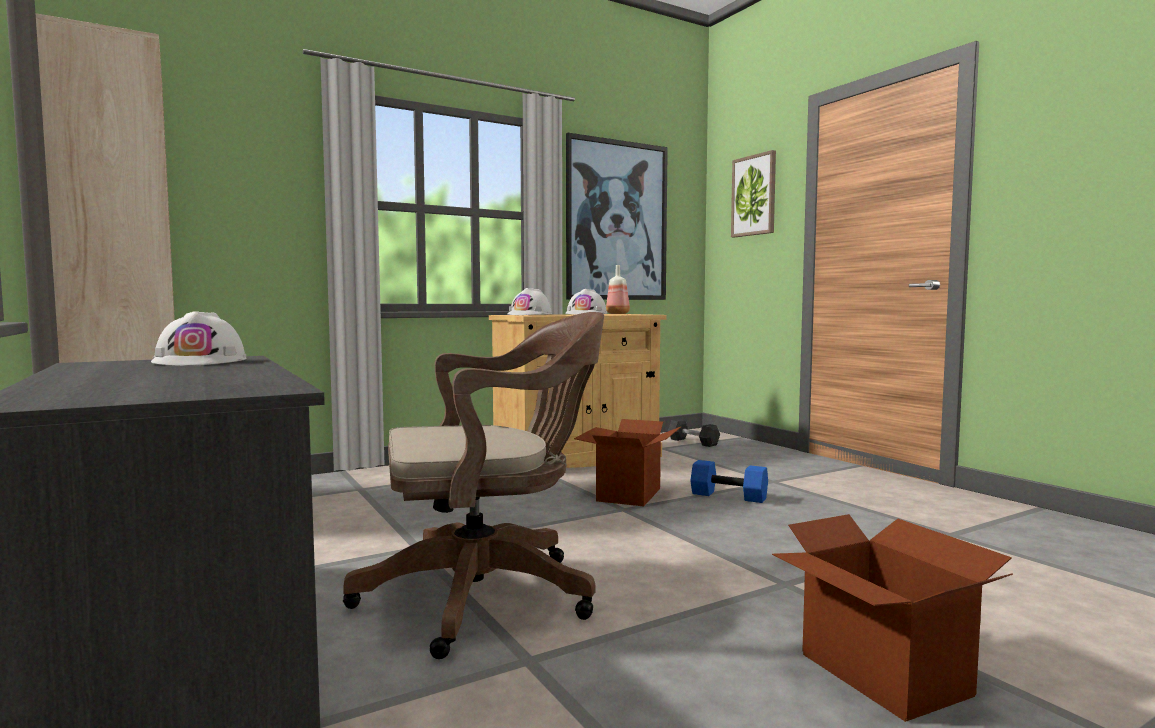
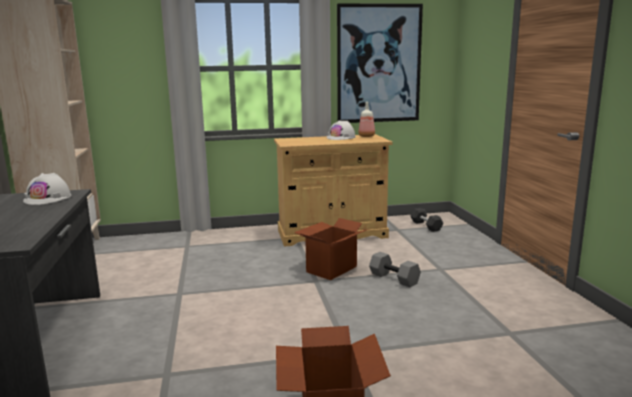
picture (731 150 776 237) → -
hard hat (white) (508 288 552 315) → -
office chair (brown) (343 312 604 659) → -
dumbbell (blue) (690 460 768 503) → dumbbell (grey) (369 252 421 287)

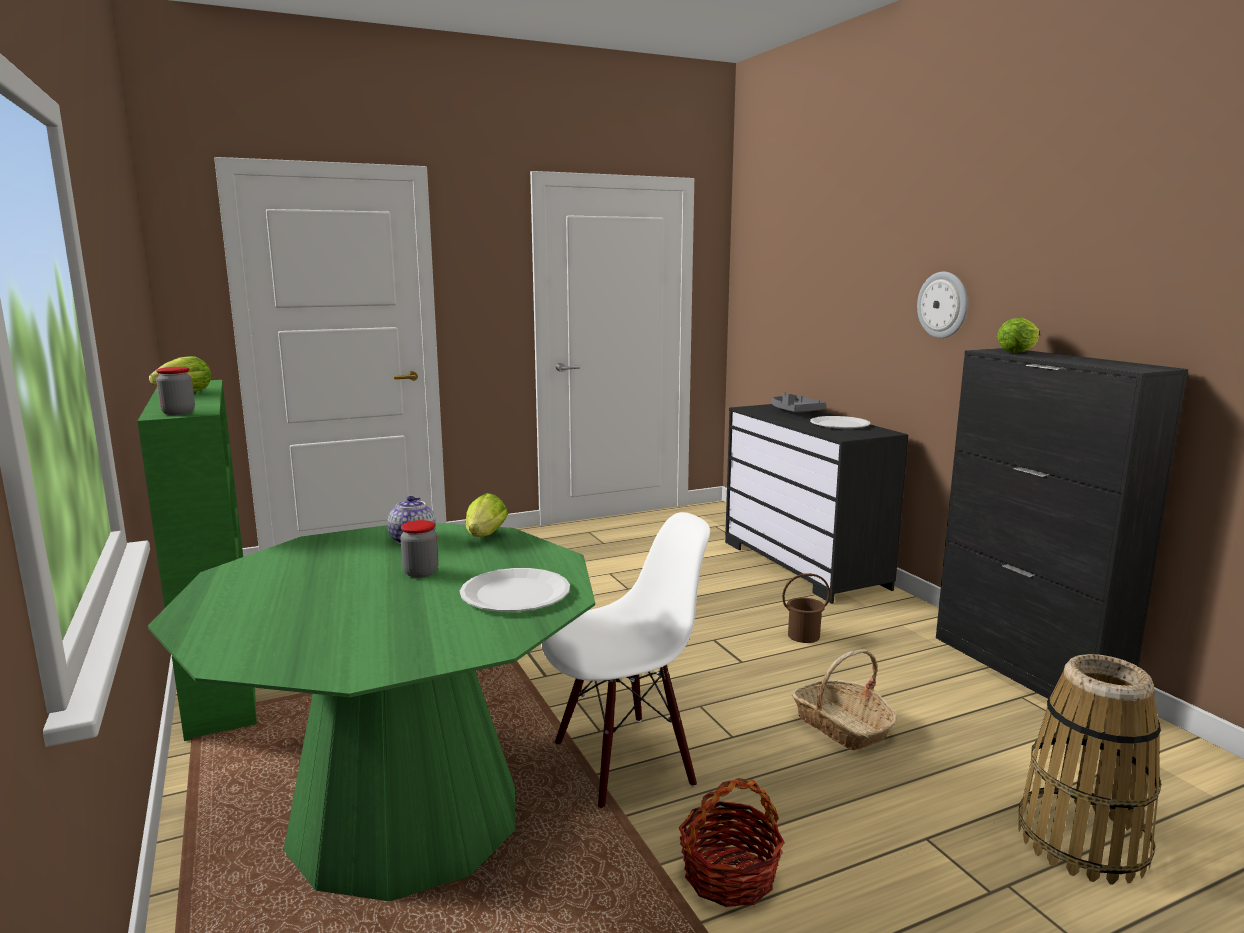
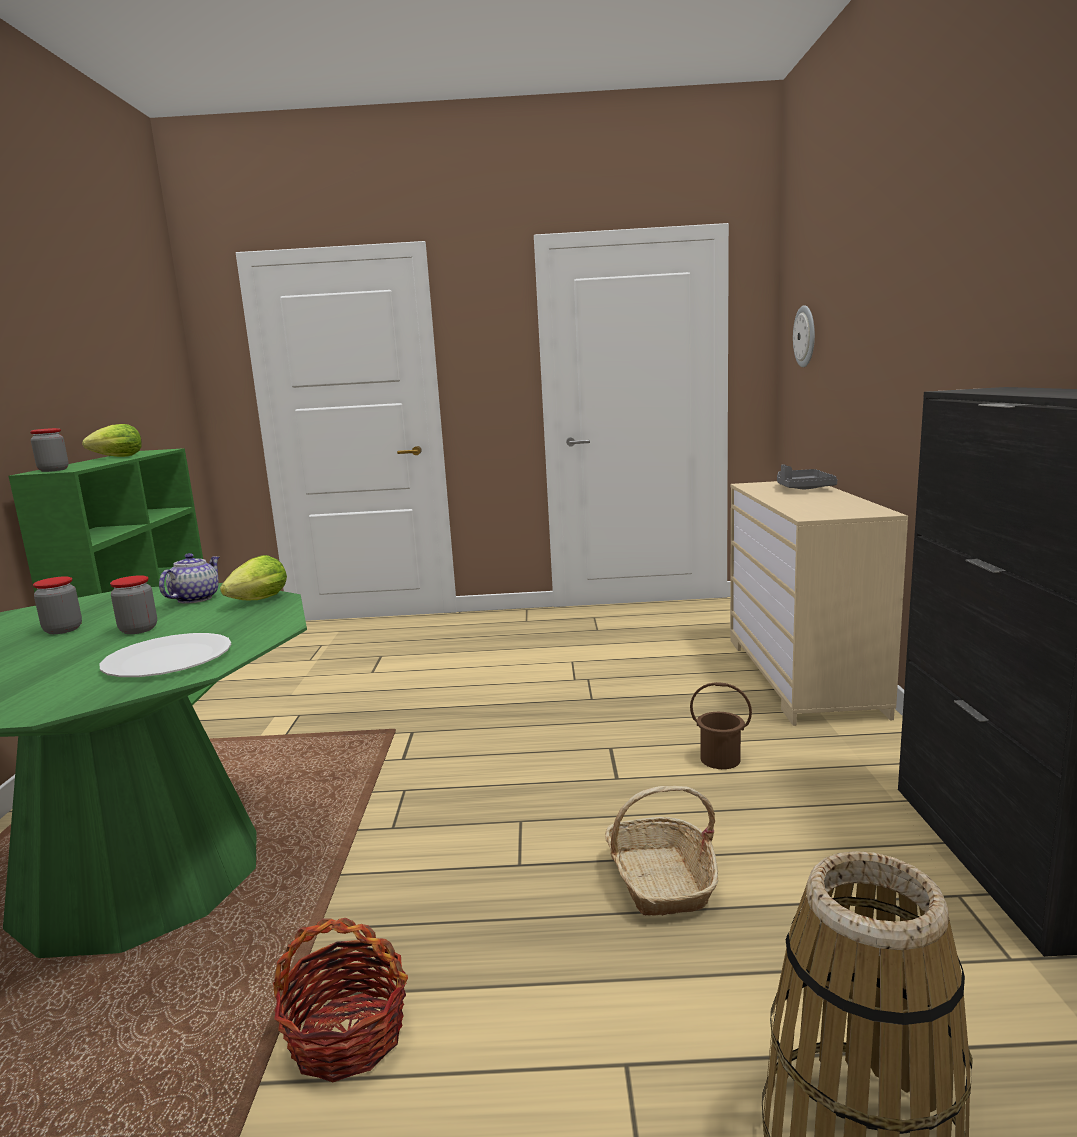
wall clock (917 272 967 338) → wall clock (793 305 815 367), move
lettuce (997 318 1039 353) → -
dresser (black) (725 404 908 604) → dresser (beige) (730 481 908 726)
plate (white) (810 416 870 429) → -
chair (white) (541 512 710 808) → -
- → jar (33 576 82 634)

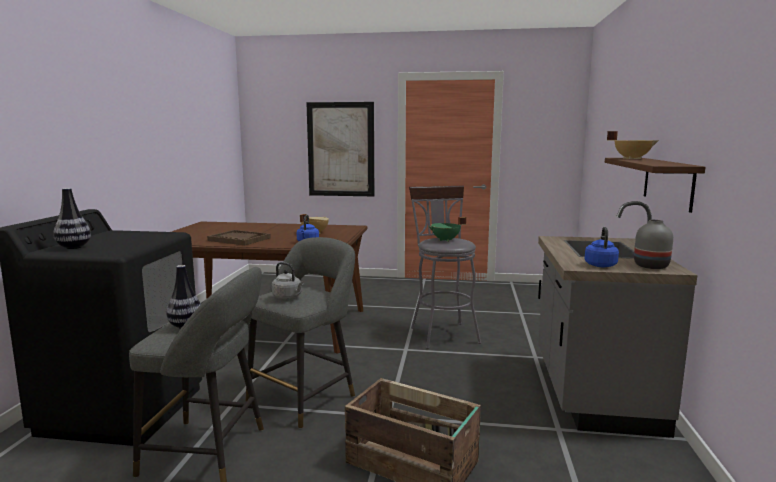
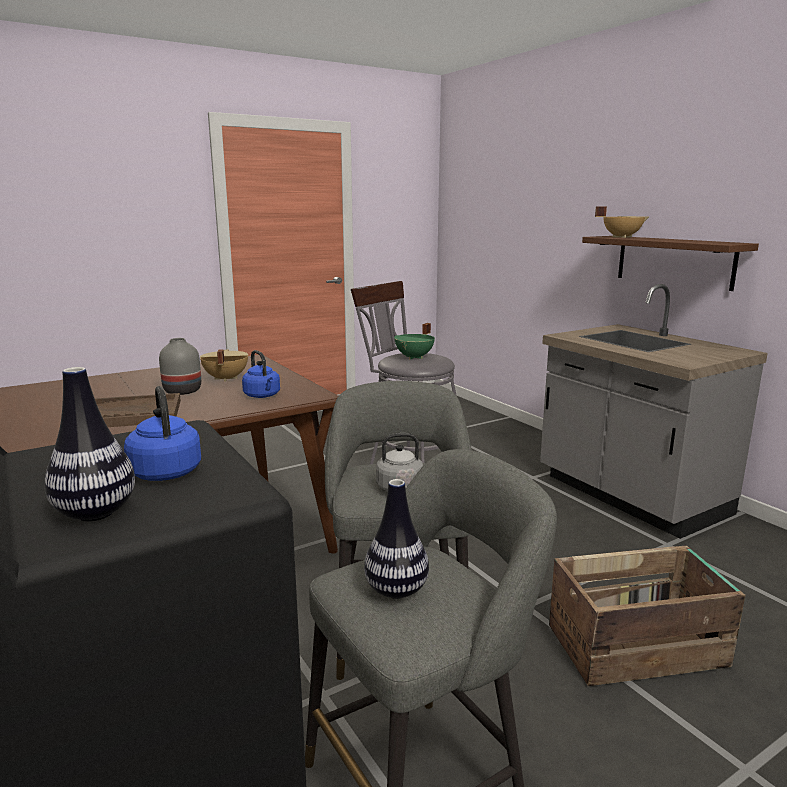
picture (306 102 374 196) → -
vase (grey) (634 220 673 269) → vase (grey) (159 338 201 395), move
kettle (blue) (585 227 619 267) → kettle (blue) (124 386 201 481), move

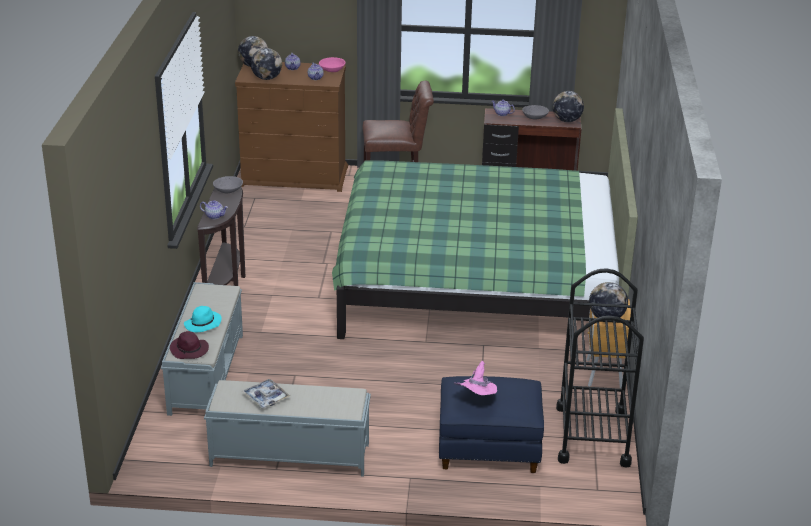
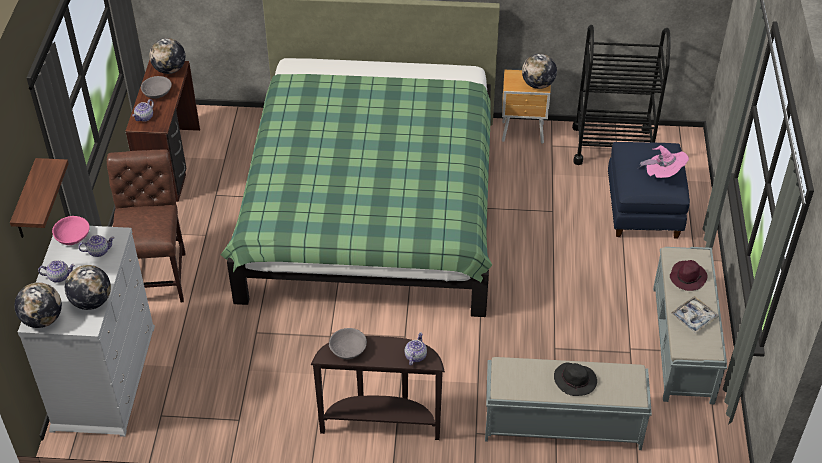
dresser (brown) (235 62 348 192) → dresser (white) (18 226 155 437)
hat (turquoise) (184 306 222 332) → hat (black) (554 362 597 396)
hat (purple) (170 331 209 359) → hat (purple) (670 260 708 291), move
- → shelf (10 158 69 238)

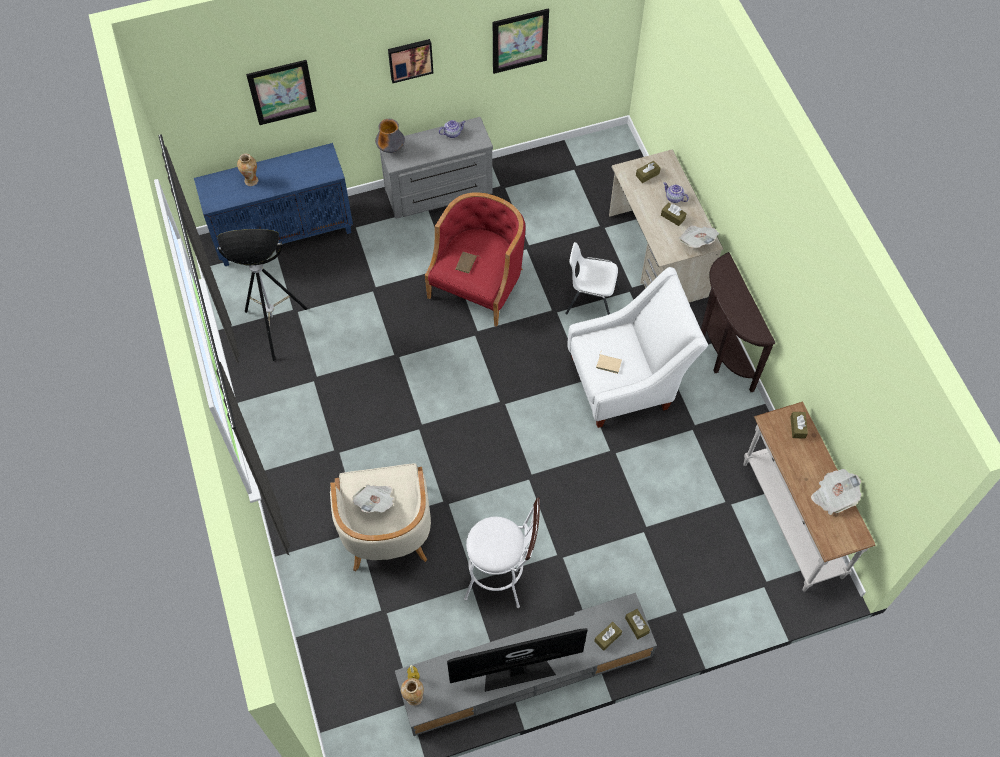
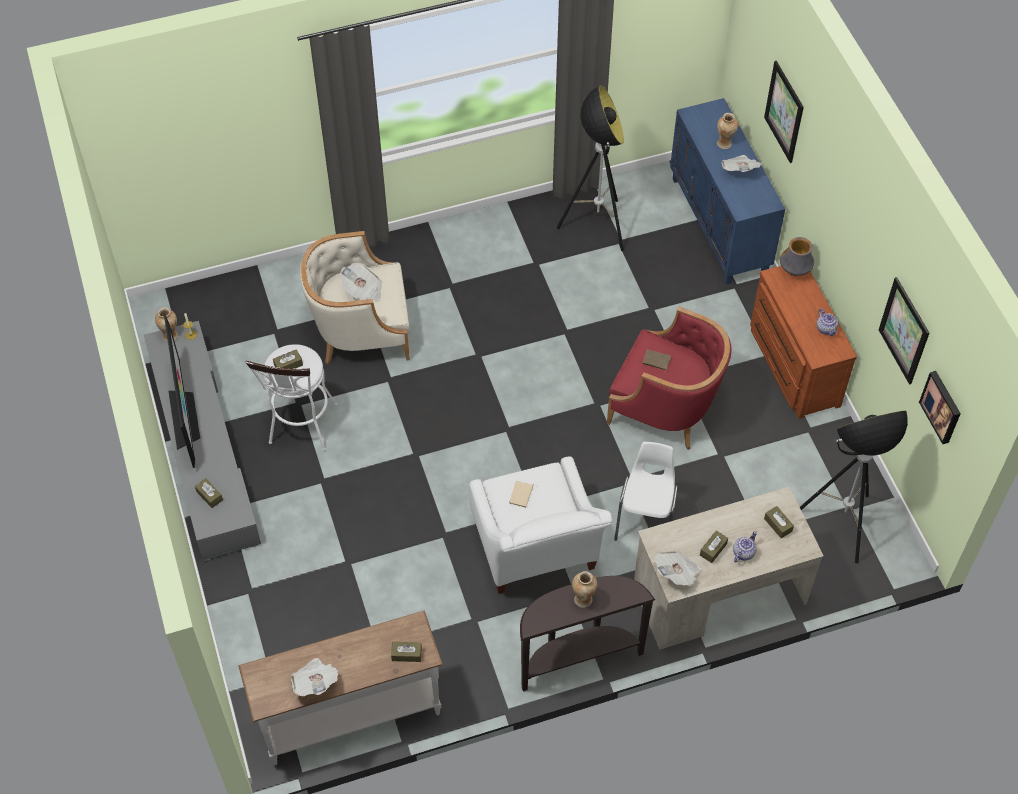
picture (388 39 433 83) → picture (919 371 961 444), move
dresser (grey) (380 117 493 219) → dresser (brown) (750 266 857 419)
tissue box (brown) (625 609 650 639) → tissue box (brown) (273 349 303 369), move
- → newspaper (722 155 761 172)
- → floor lamp (800 411 908 564)
- → vase (572 571 597 608)

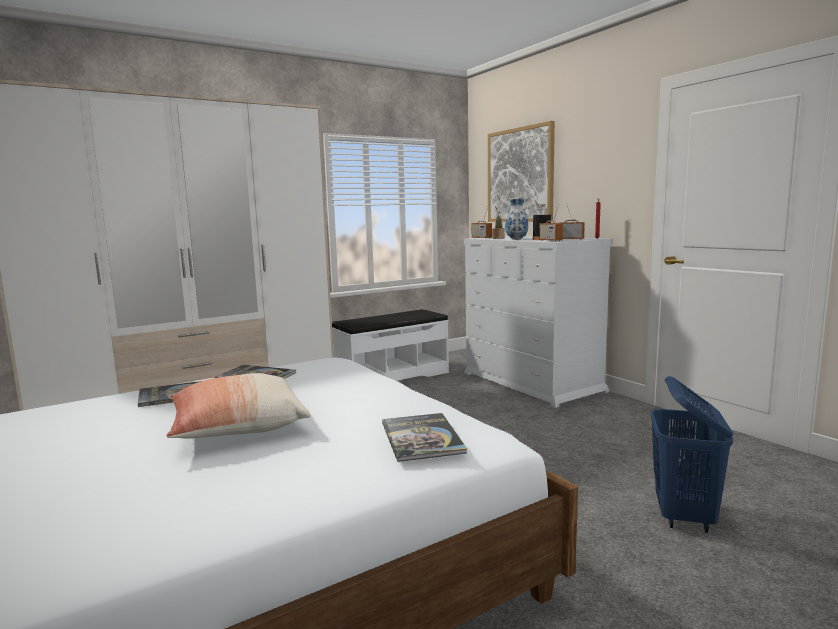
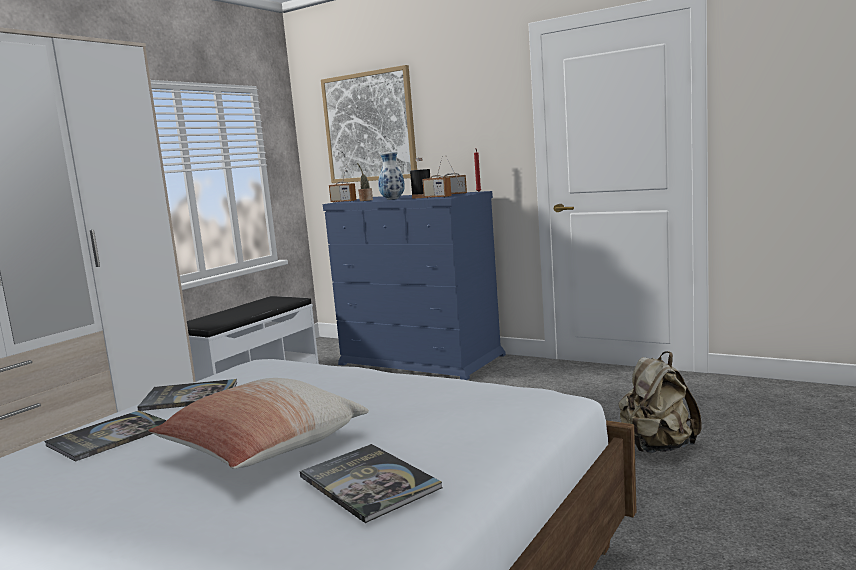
dresser (white) (464 236 612 408) → dresser (blue) (323 191 506 380)
laundry basket (blue) (651 376 733 533) → backpack (beige) (618 351 702 453)
book (382 413 467 462) → book (300 444 442 523), move

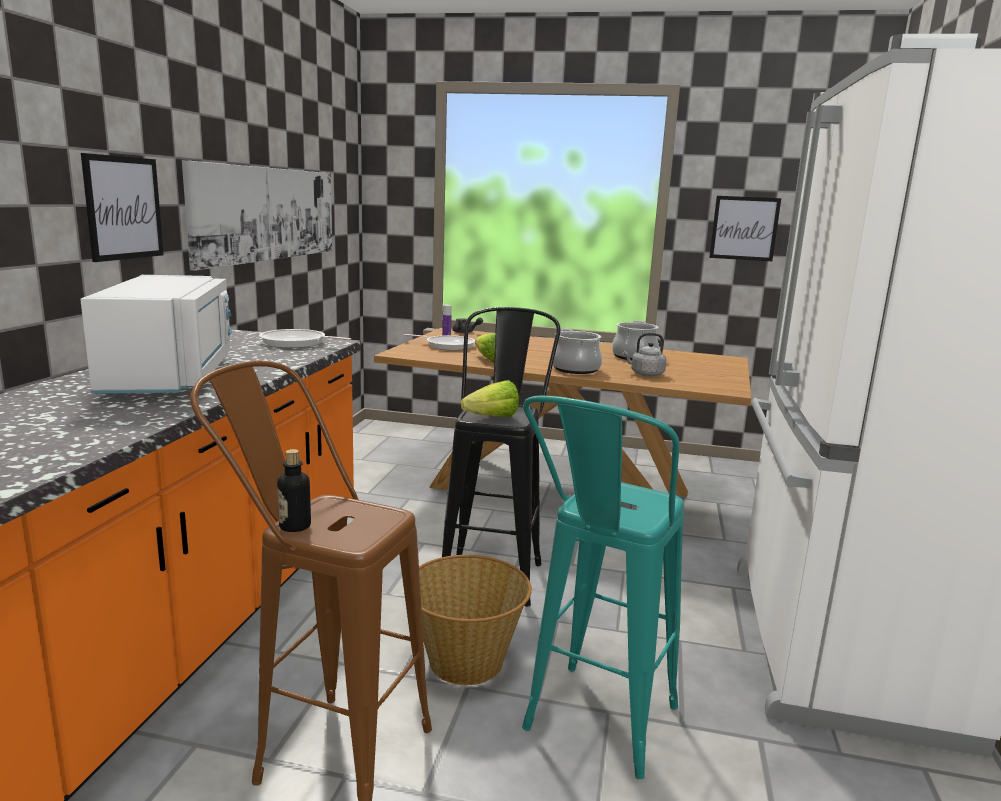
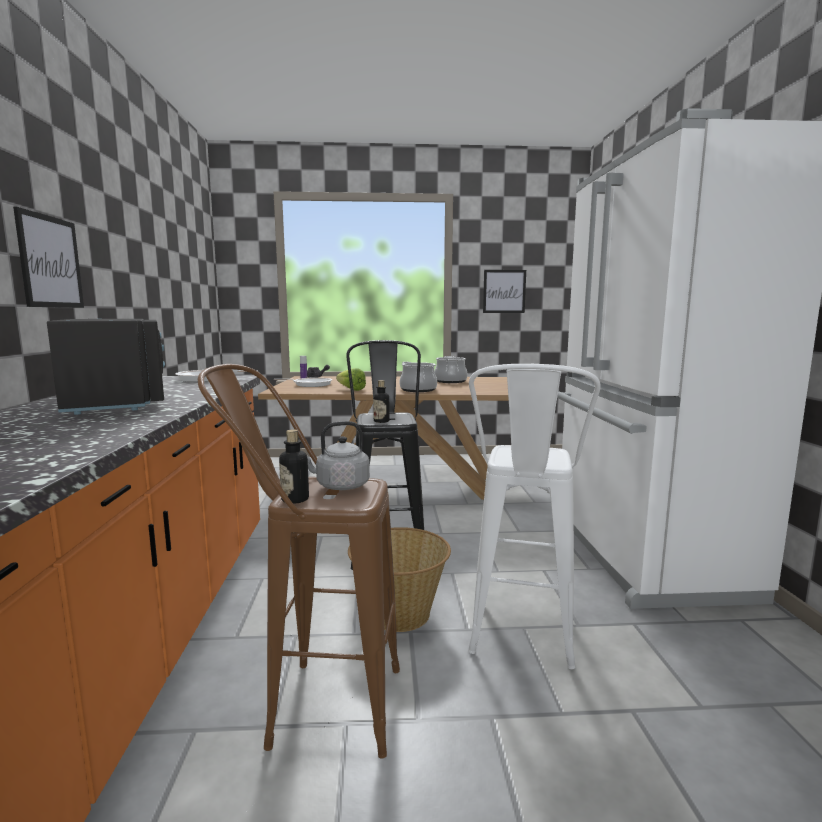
picture (182 160 332 271) → -
microwave (white) (80 275 231 394) → microwave (black) (47 319 165 415)
kettle (grey) (623 333 666 376) → kettle (grey) (307 421 370 490), move
lettuce (461 380 519 417) → bottle (373 380 389 423)
stool (turquoise) (522 396 684 779) → stool (white) (468 364 601 669)

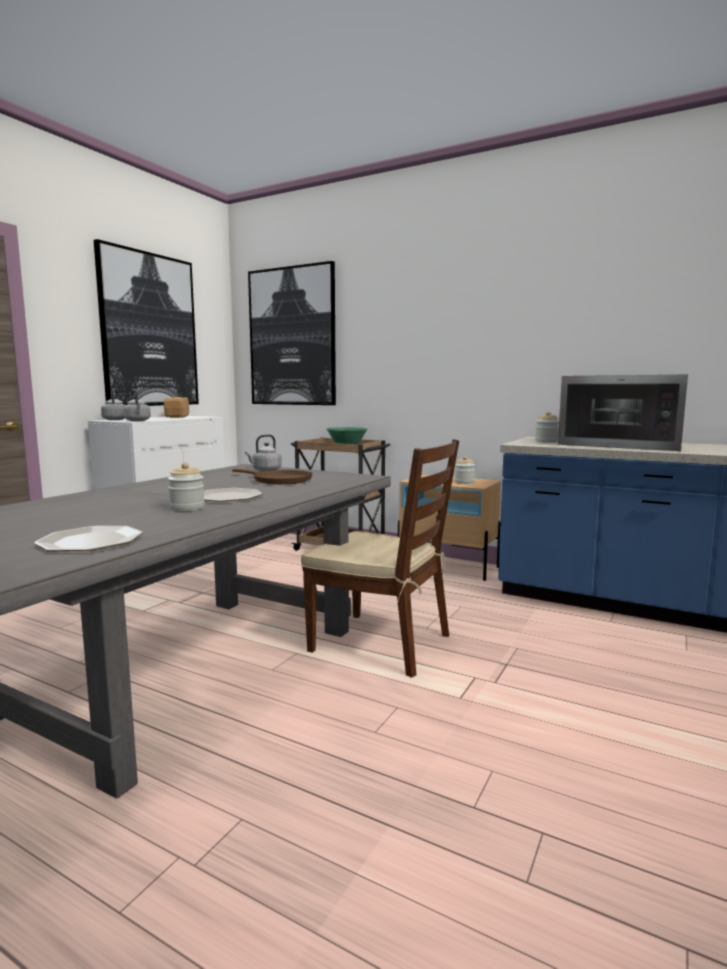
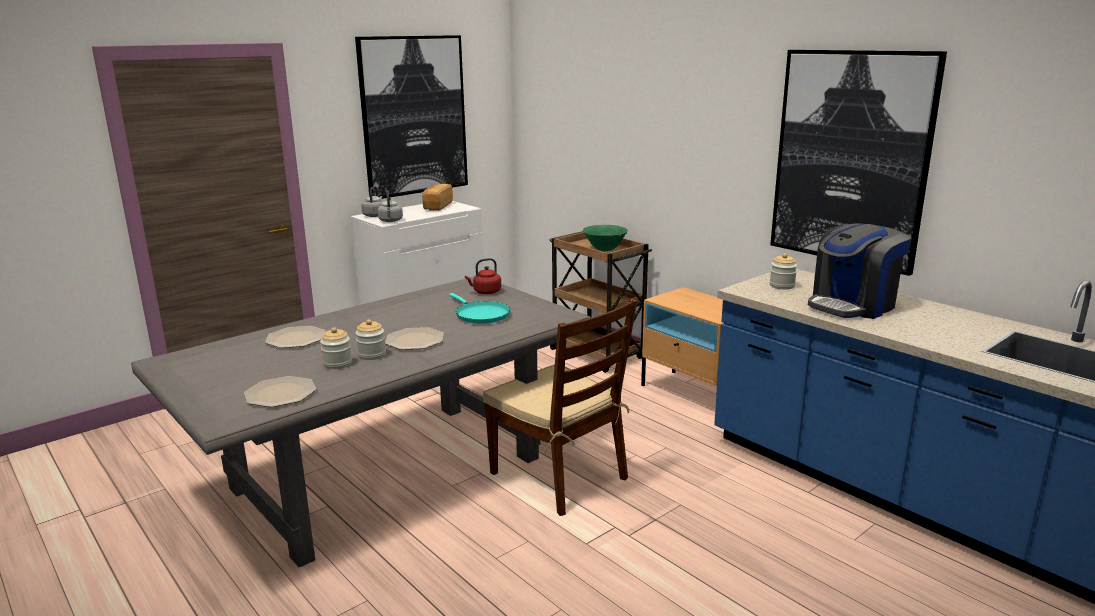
picture (248 261 336 405) → picture (770 50 947 276), move
microwave (558 375 688 451) → coffee machine (808 224 911 319)
kettle (grey) (245 434 282 471) → kettle (red) (465 258 501 294)
jar (455 456 475 484) → jar (320 327 352 369), move
frying pan (brown) (232 469 312 484) → frying pan (turquoise) (449 293 510 324)
- → plate (265 326 326 348)

